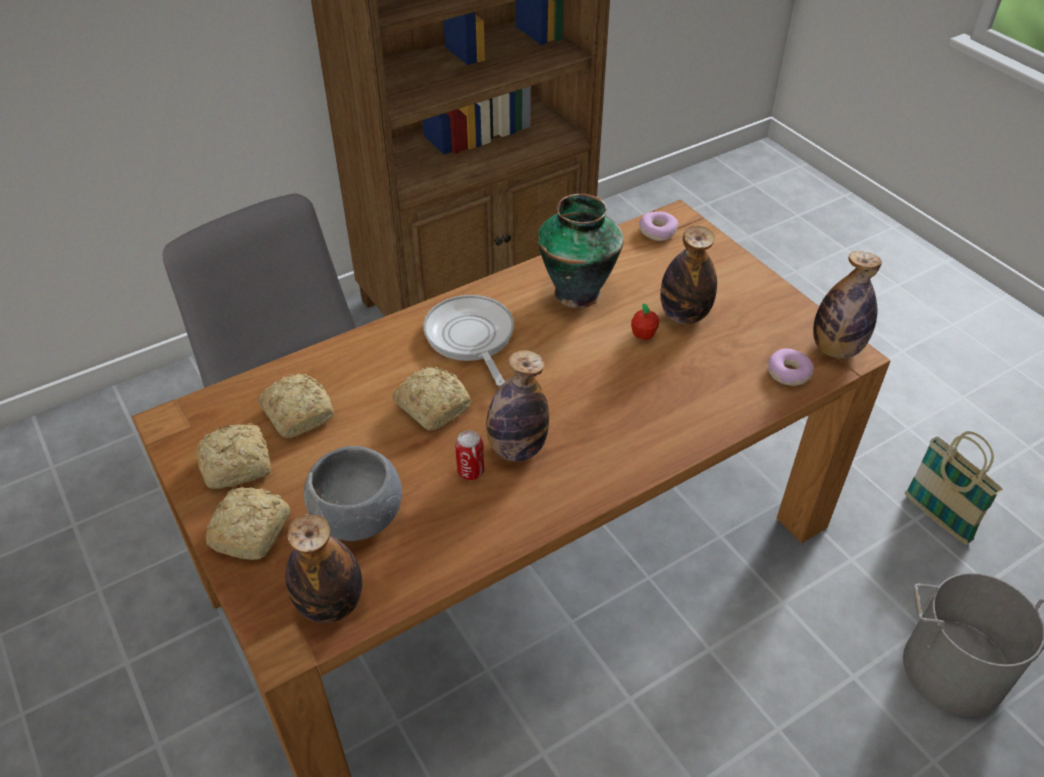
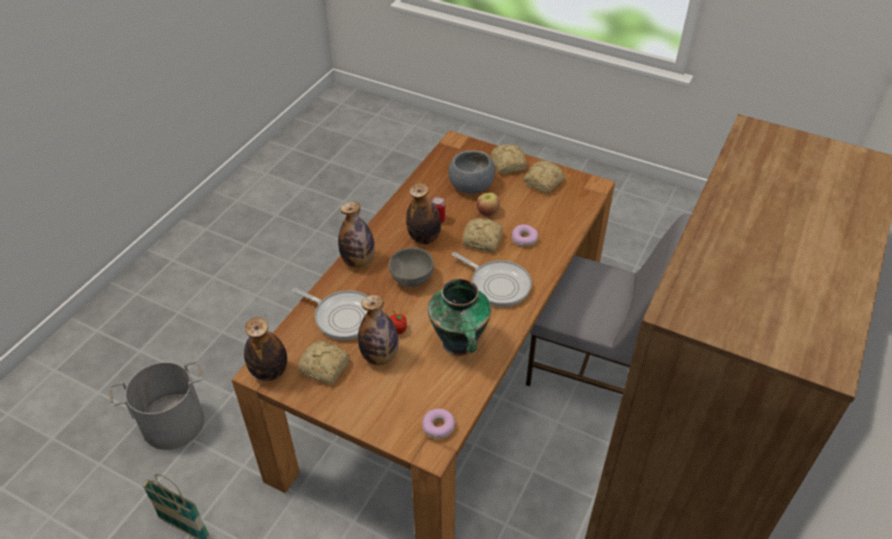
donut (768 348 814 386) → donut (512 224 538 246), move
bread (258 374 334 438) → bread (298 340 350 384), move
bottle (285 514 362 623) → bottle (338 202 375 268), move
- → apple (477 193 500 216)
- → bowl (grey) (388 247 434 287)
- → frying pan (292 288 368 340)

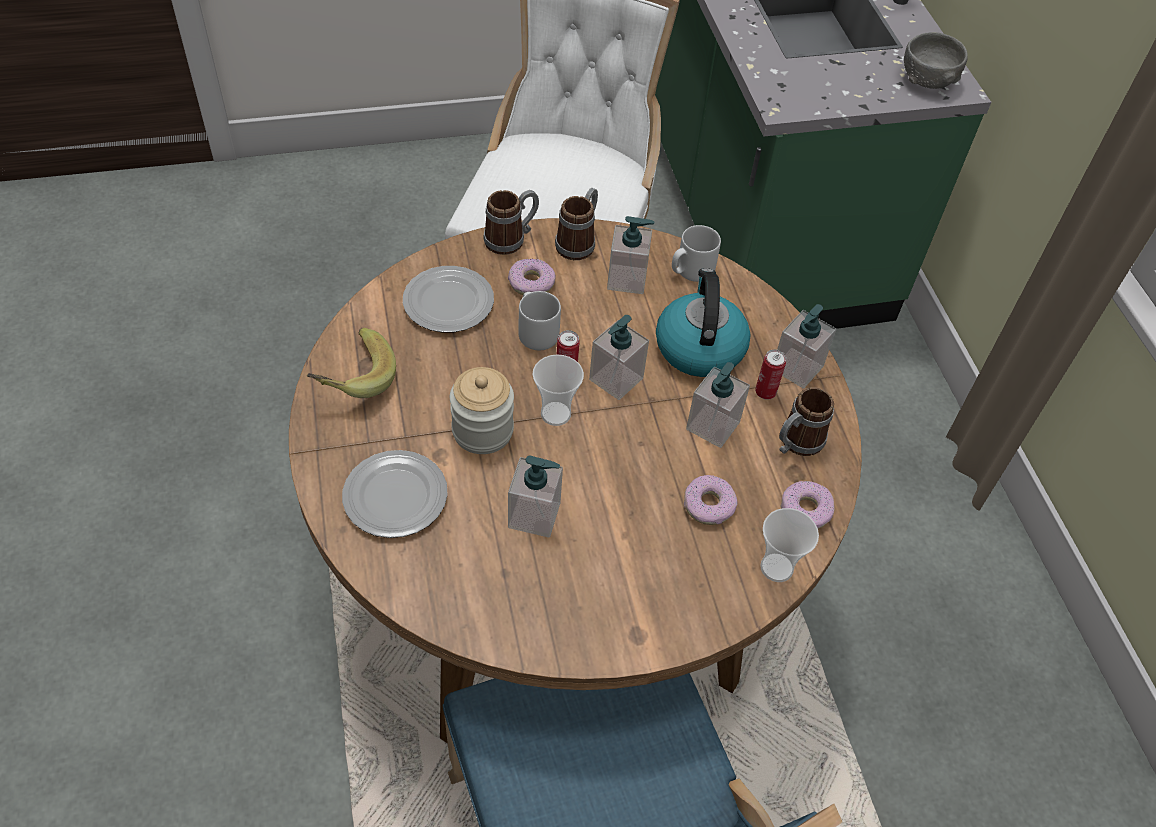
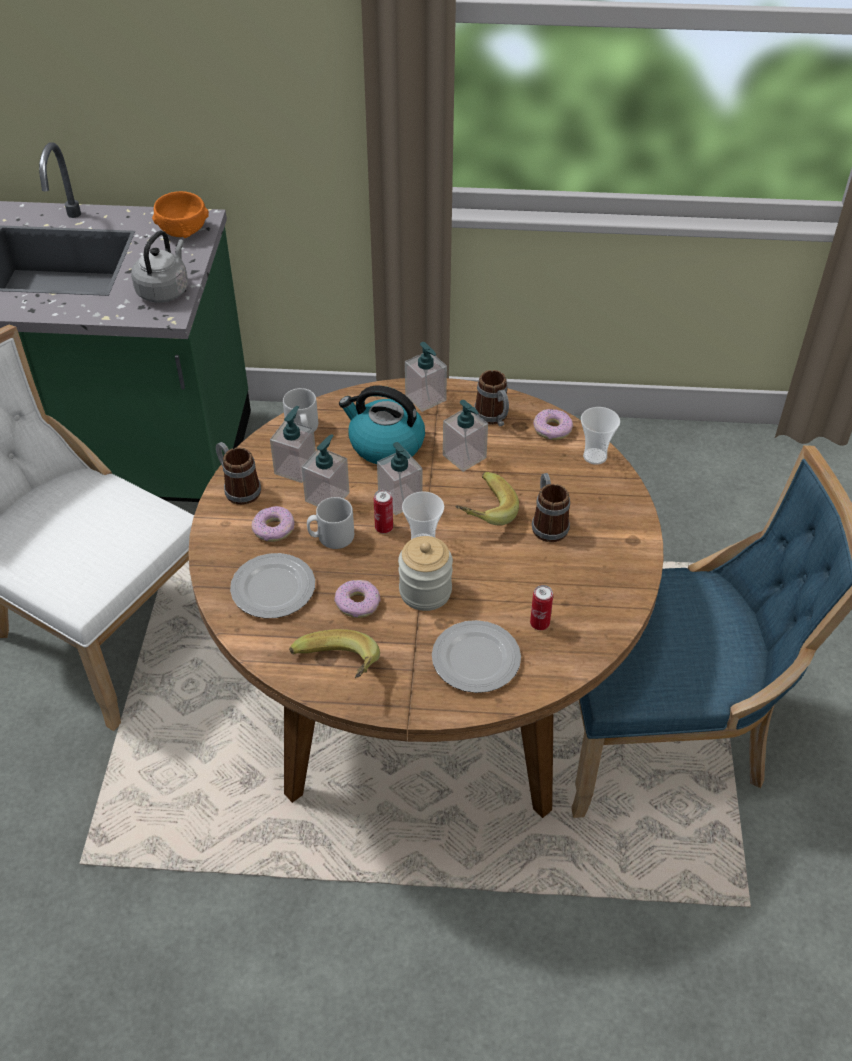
bowl (grey) (904 32 968 89) → bowl (orange) (152 191 209 238)
mug (483 190 539 255) → mug (532 473 570 542), move
can (755 349 786 400) → can (530 585 553 630), move
soap dispenser (508 455 563 538) → soap dispenser (302 434 350 506), move
donut (684 475 737 525) → donut (334 580 381 618), move
- → kettle (grey) (131 231 188 303)
- → banana (455 472 519 526)

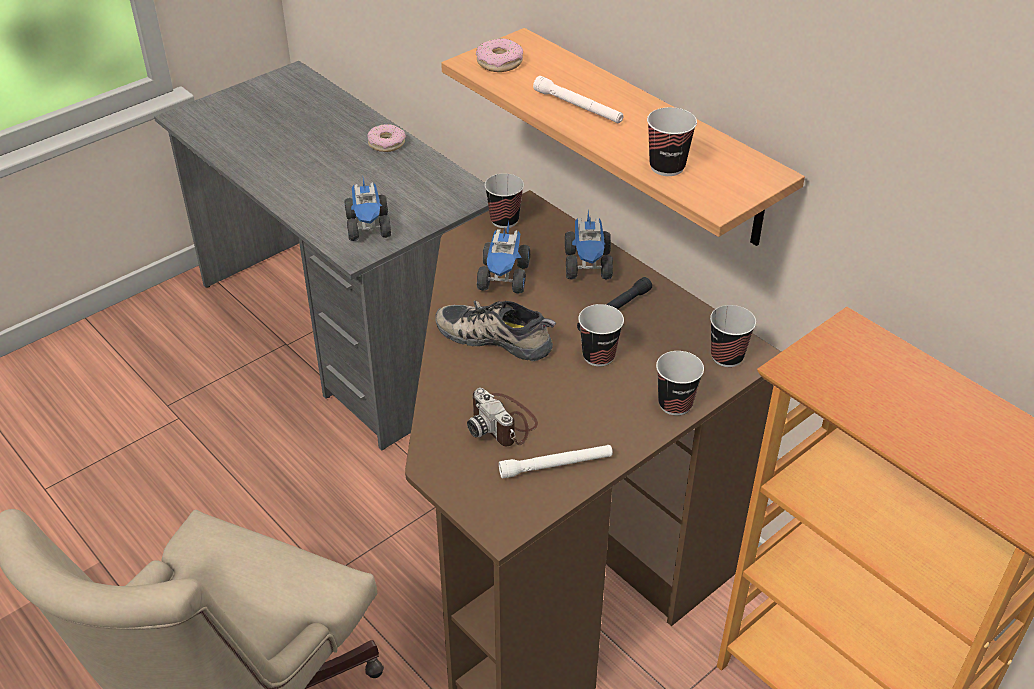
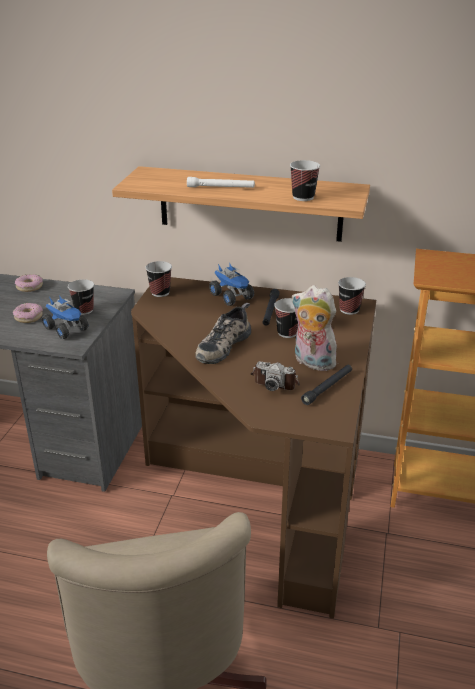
donut (476 38 523 72) → donut (13 303 43 323), move
toy truck (477 222 530 294) → -
shoe (435 301 556 361) → shoe (195 303 251 364), 45 degrees counterclockwise
cup (656 351 704 416) → cup (68 279 94 315), move
flashlight (white) (499 445 613 479) → flashlight (black) (301 365 352 405)
- → plush toy (291 285 337 371)

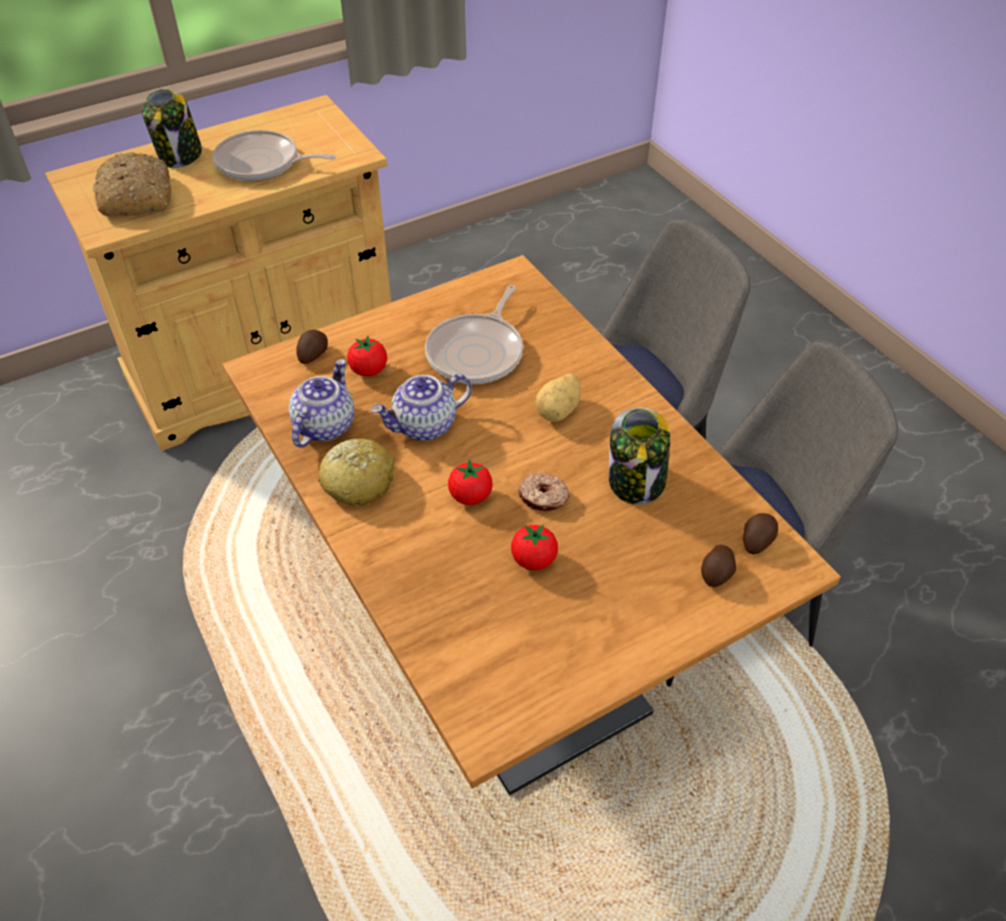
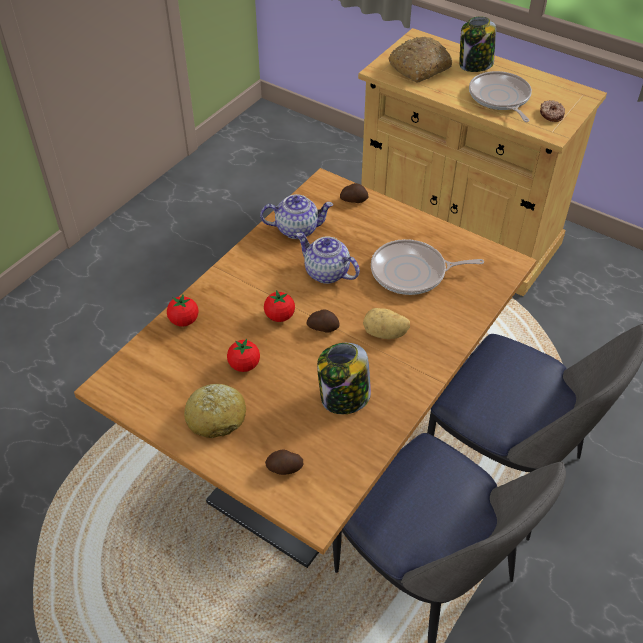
tomato (347 335 387 377) → tomato (167 295 199 327), move
bread (318 439 395 506) → bread (184 384 246 438), move
donut (518 473 570 511) → donut (540 100 565 122), move
potato (743 513 778 554) → potato (307 309 339 333), move

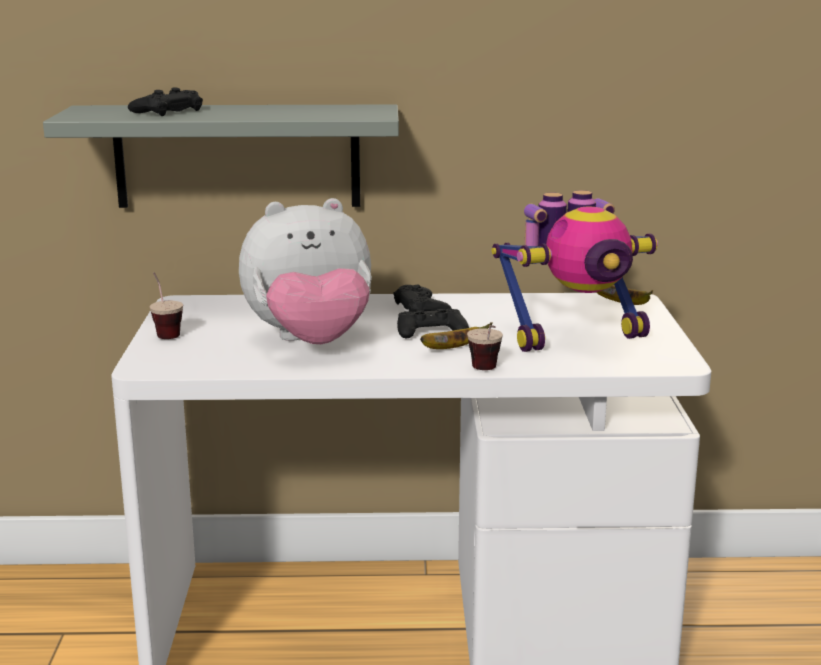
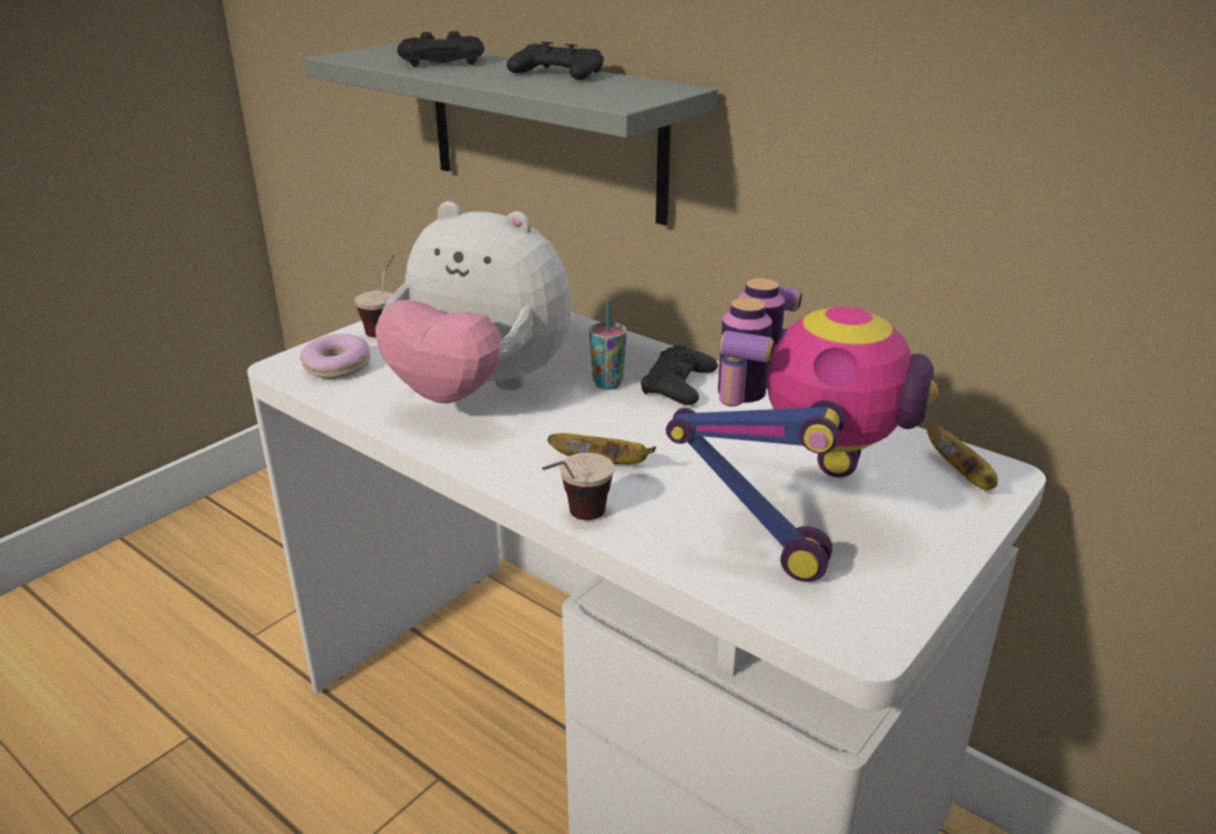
toy robot (492 190 658 352) → toy robot (666 278 938 582), 90 degrees counterclockwise
game controller (black) (397 309 469 338) → game controller (black) (507 42 604 80), move
- → cup (589 300 627 390)
- → donut (300 334 371 379)

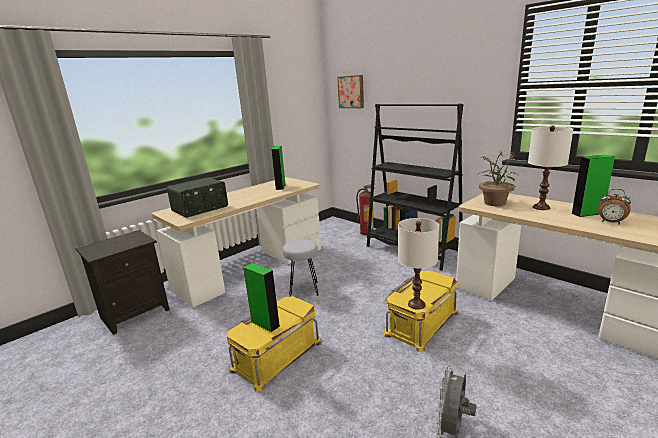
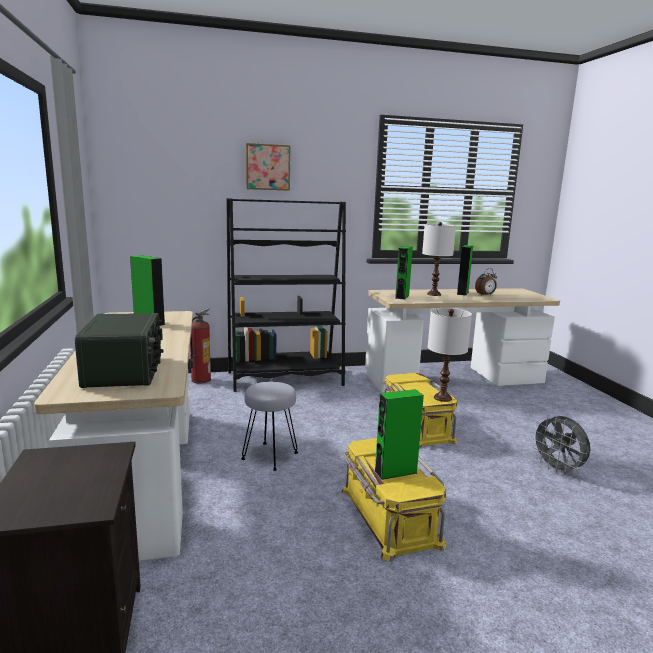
picture (337 75 364 108) → picture (246 143 291 191), move
potted plant (476 151 518 206) → speaker (green) (395 246 413 300)

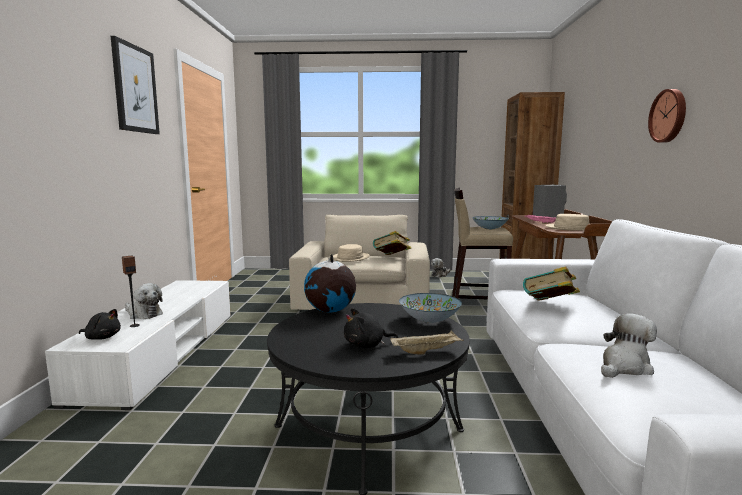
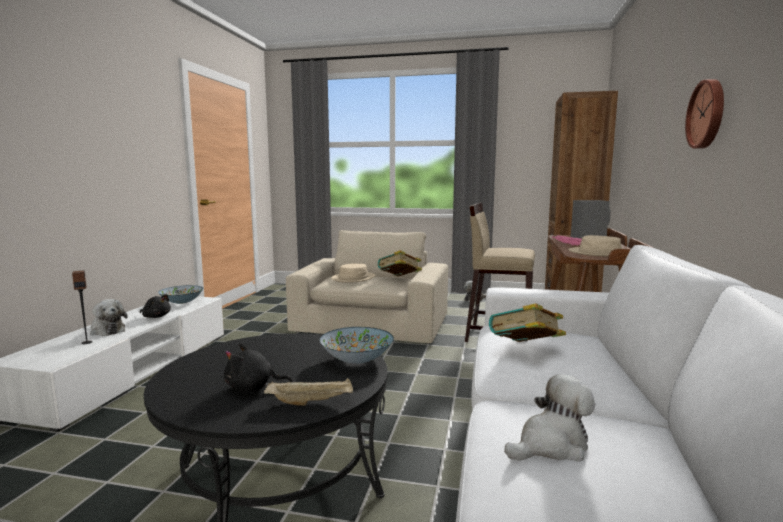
picture (111 36 160 134) → -
bowl (472 216 509 229) → bowl (158 285 203 304), move
globe (304 254 356 313) → -
plush toy (black) (79 309 121 340) → plush toy (black) (140 294 171 318), move

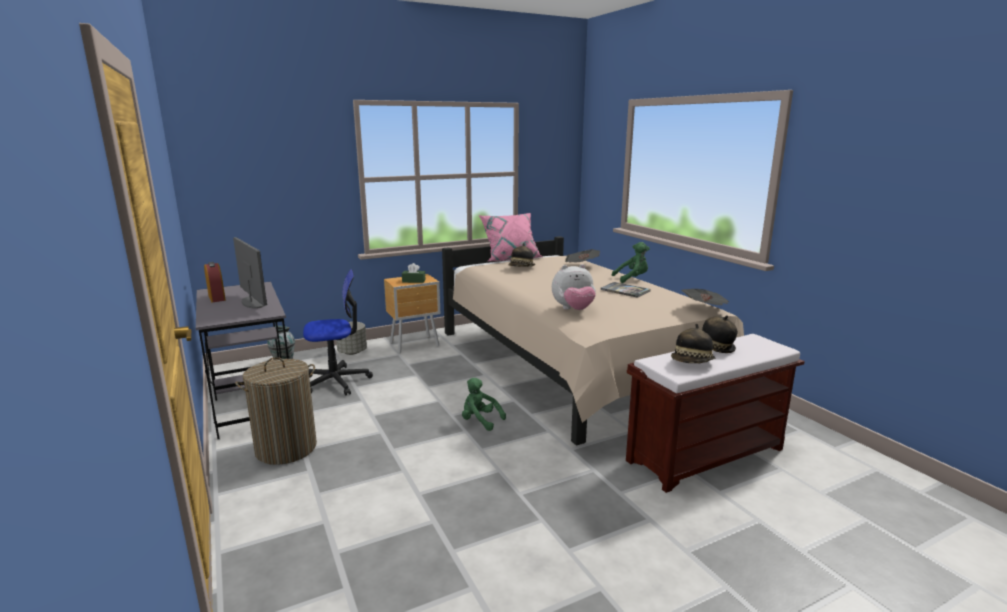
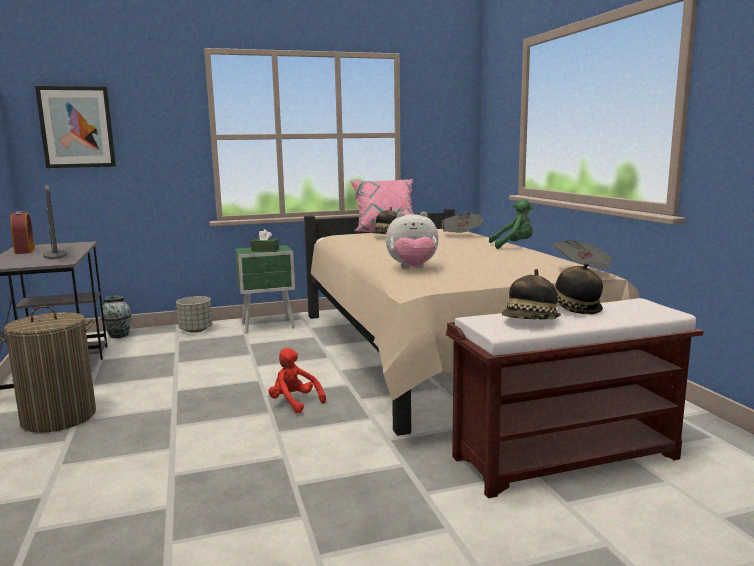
office chair (303 269 373 396) → -
nightstand (brown) (384 274 440 353) → nightstand (green) (235 245 295 333)
book (600 282 651 298) → -
plush toy (green) (462 378 506 431) → plush toy (red) (268 348 326 413)
- → picture (35 86 116 168)

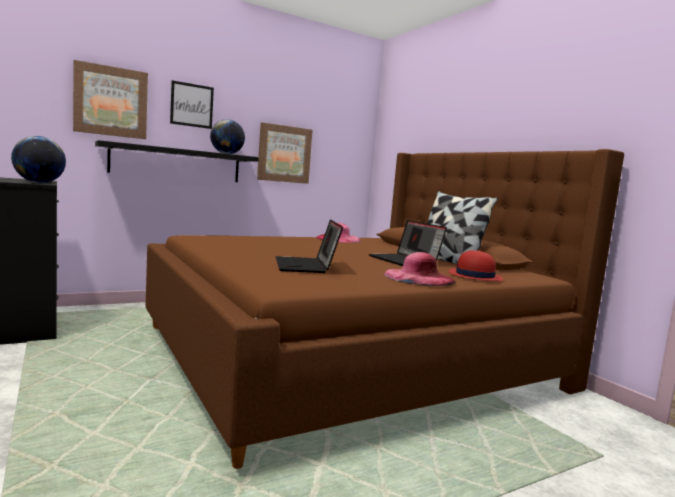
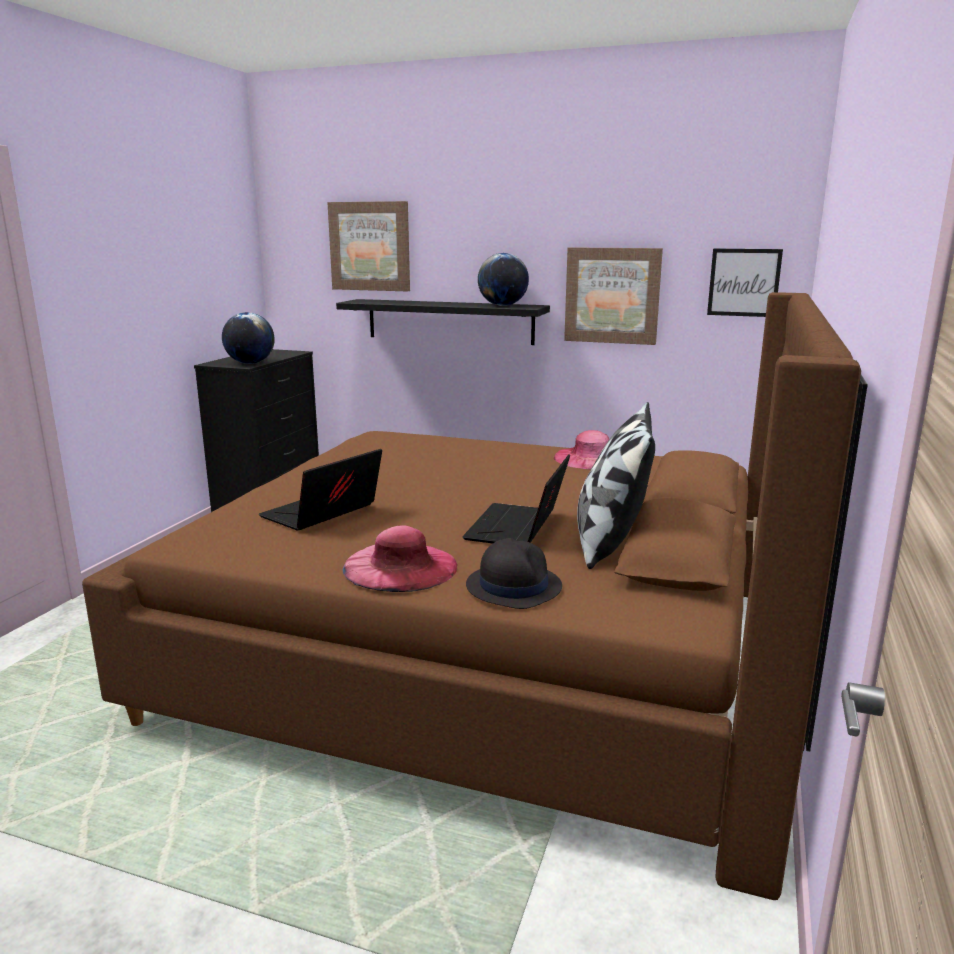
picture (170 80 214 129) → picture (707 249 783 317), move
hat (red) (448 250 503 281) → hat (black) (466 538 562 609)

